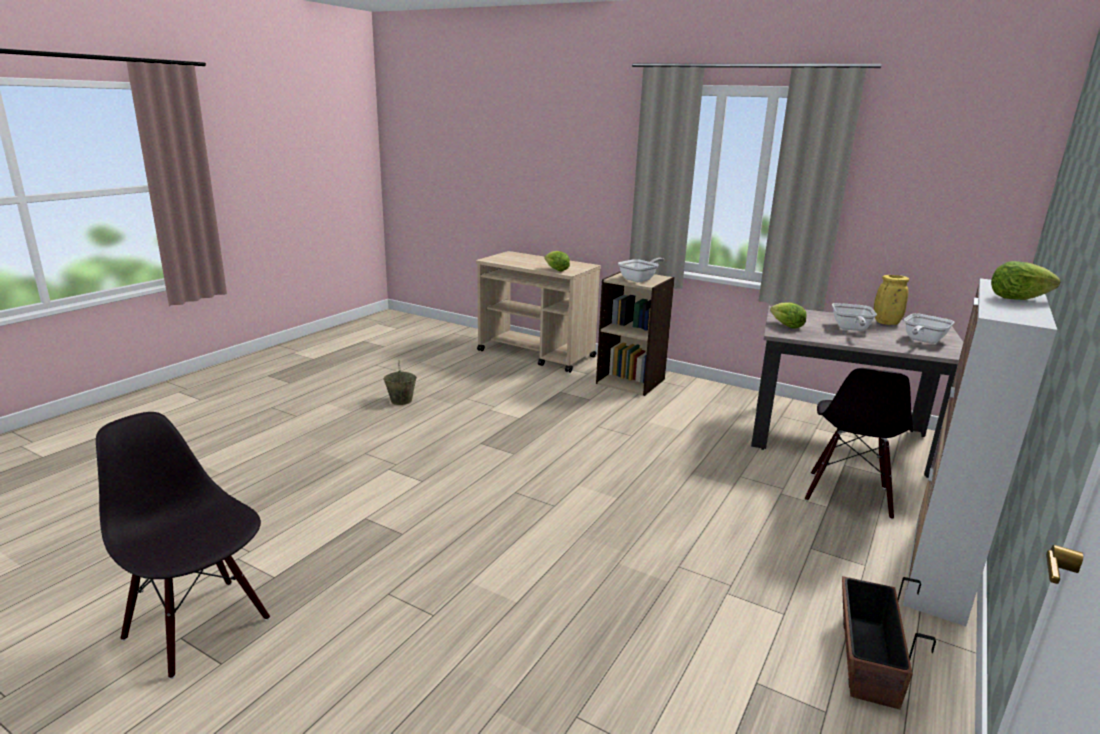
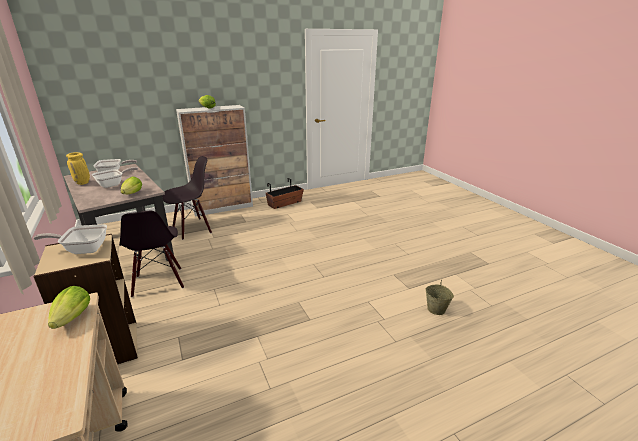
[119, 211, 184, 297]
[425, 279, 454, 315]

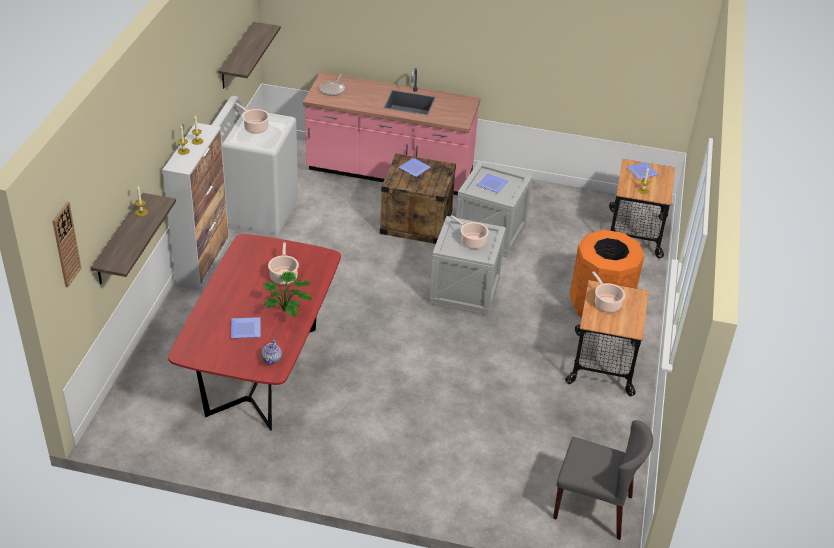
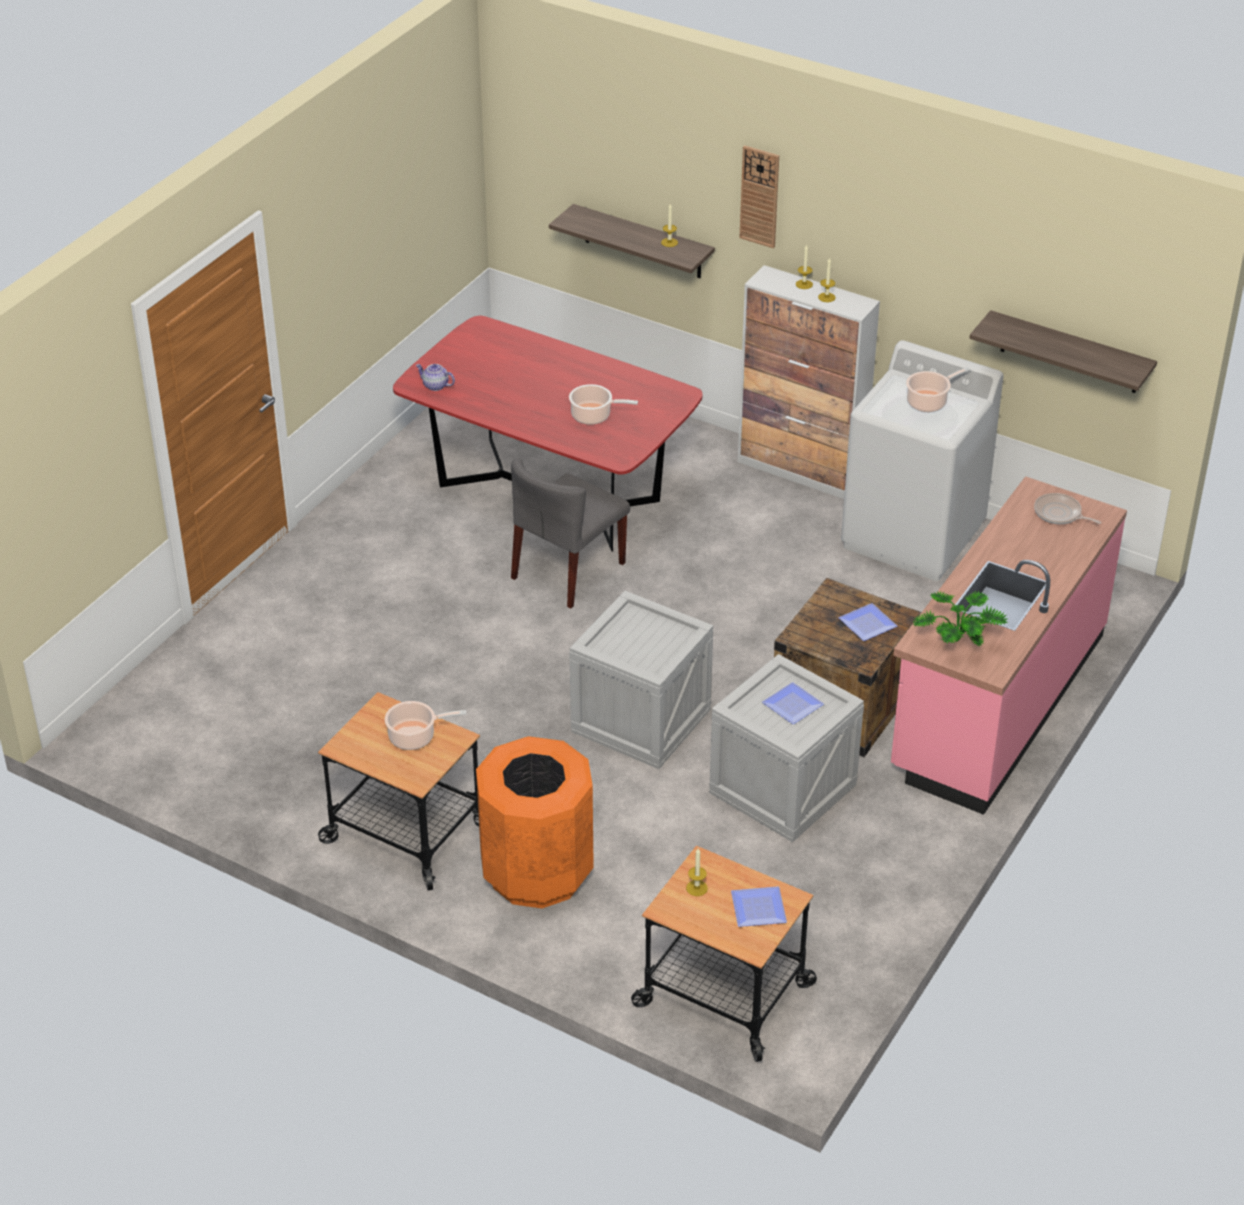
[511, 458, 630, 609]
[739, 145, 779, 248]
[913, 591, 1008, 647]
[231, 317, 261, 338] (first image)
[450, 215, 489, 249] (first image)

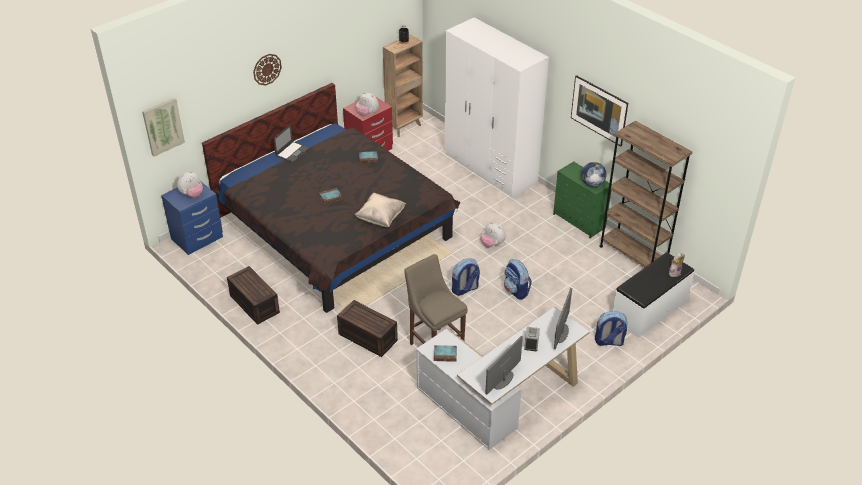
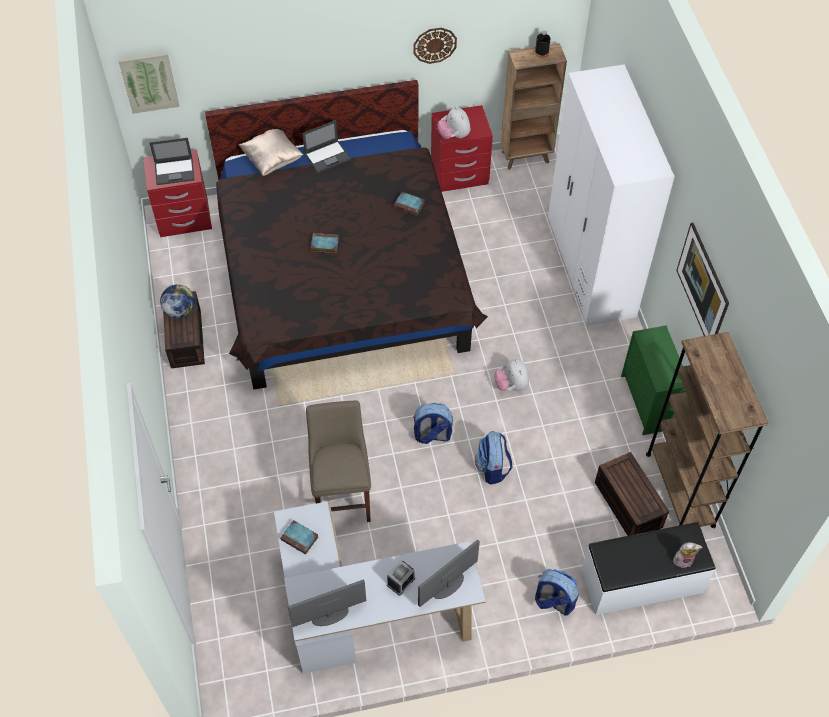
[143, 149, 212, 237]
[149, 138, 195, 185]
[160, 284, 195, 319]
[239, 129, 304, 176]
[413, 28, 457, 64]
[595, 452, 669, 536]

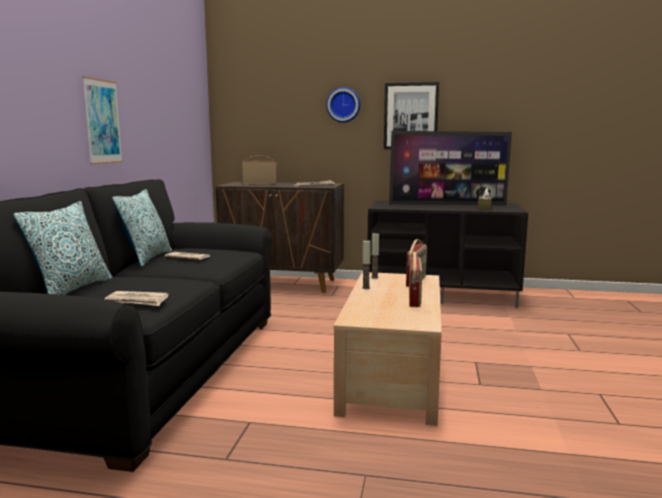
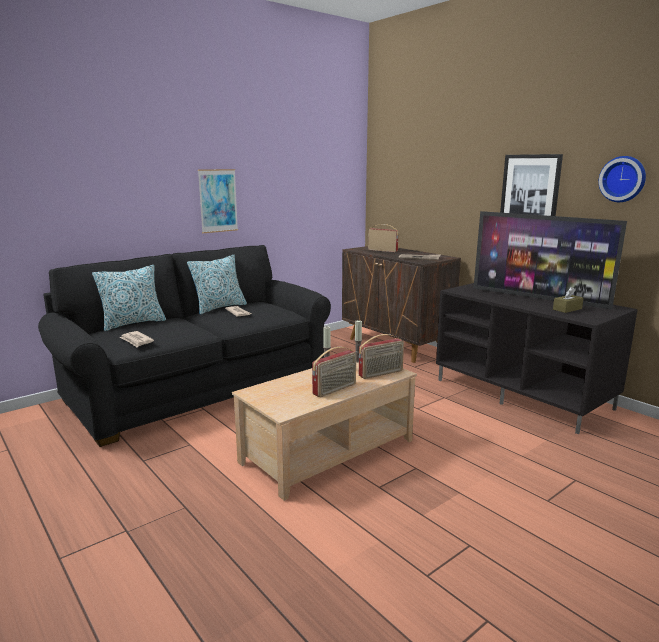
[598, 156, 646, 202]

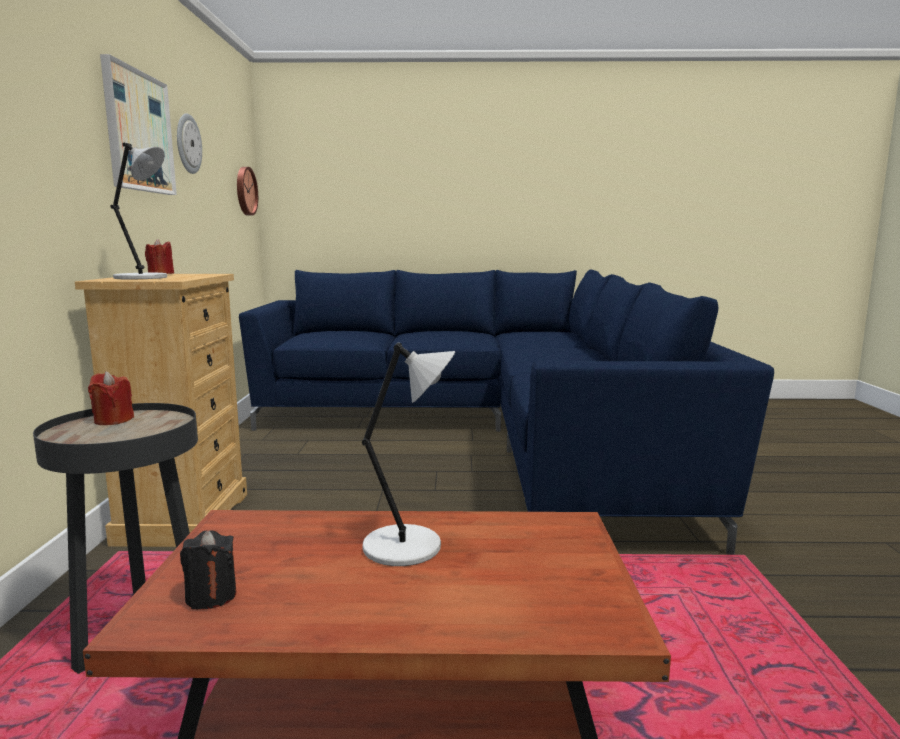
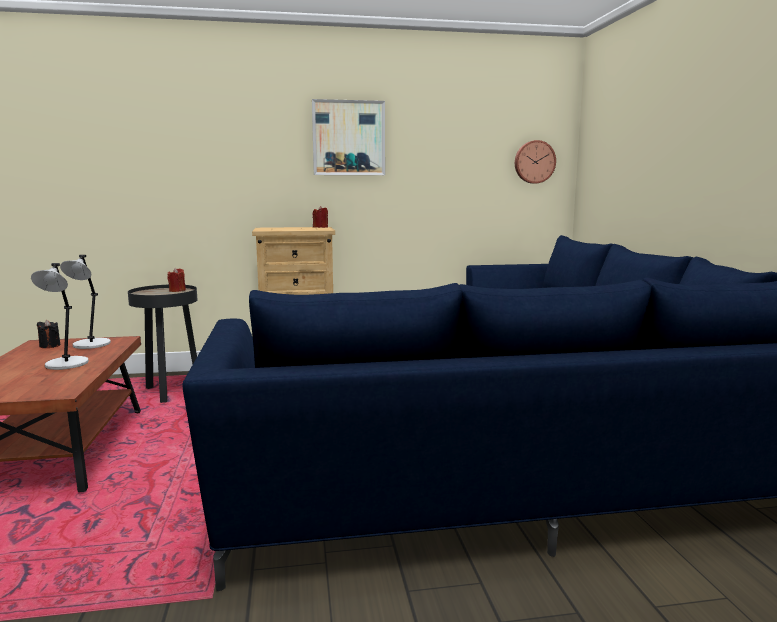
[60, 255, 111, 349]
[177, 113, 202, 174] (first image)

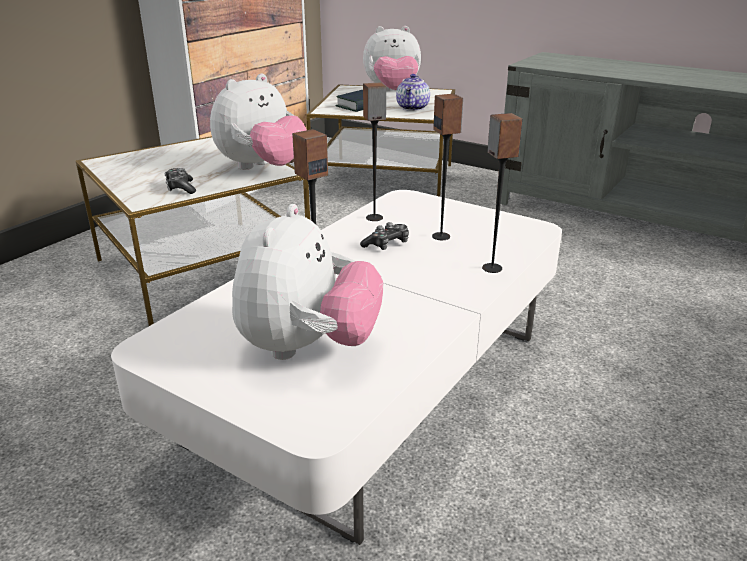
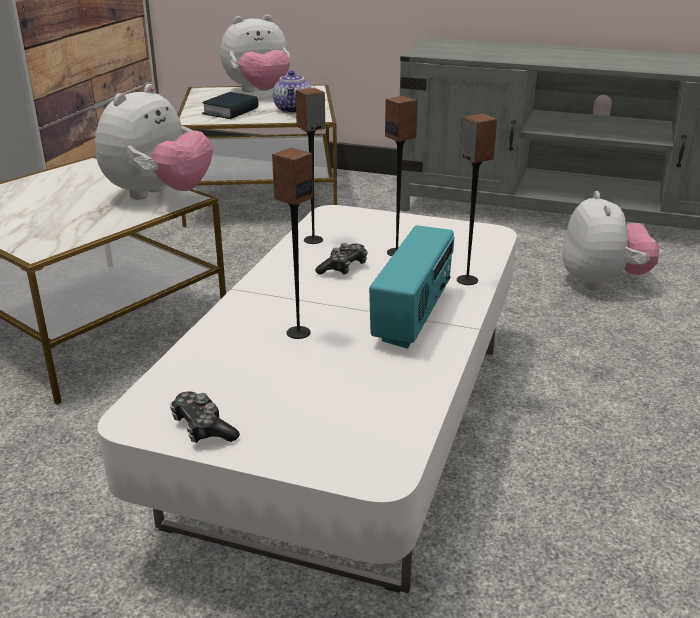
[170, 391, 240, 443]
[369, 225, 455, 349]
[562, 191, 659, 290]

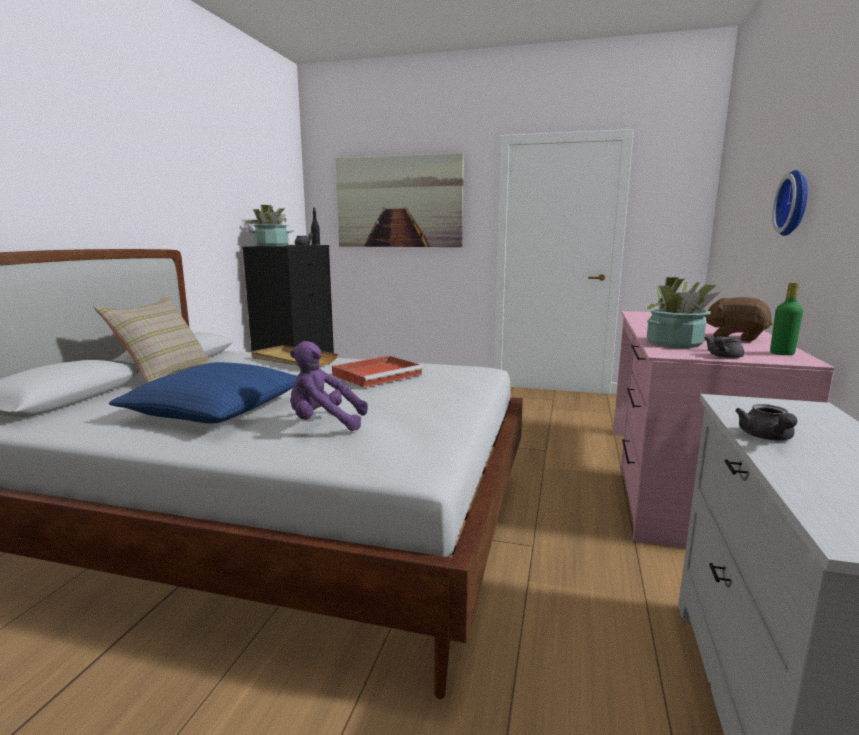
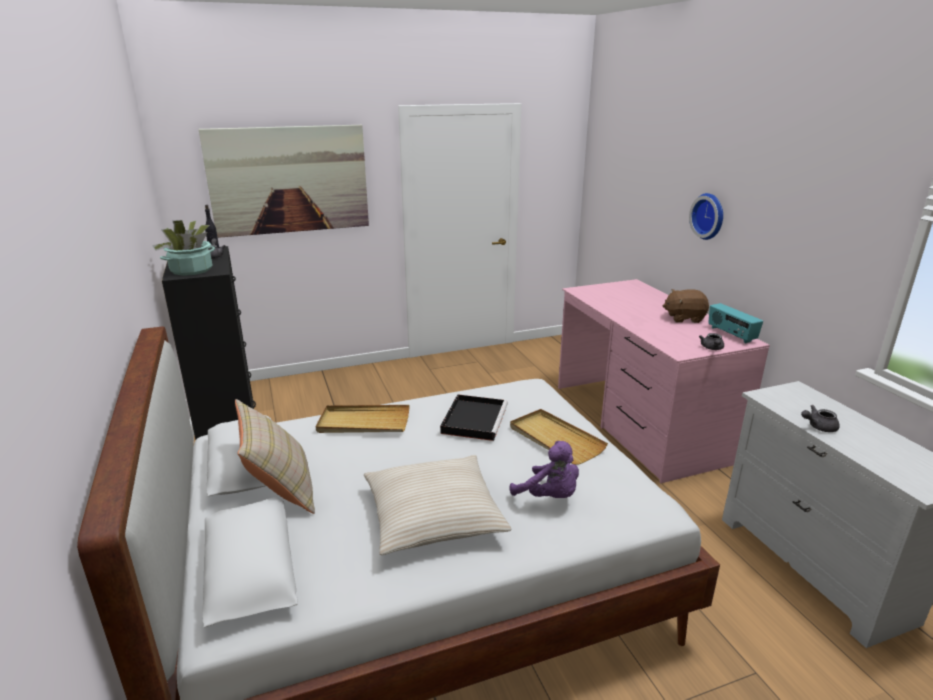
[364, 455, 511, 555]
[440, 394, 508, 441]
[510, 409, 608, 465]
[510, 441, 579, 498]
[708, 303, 763, 343]
[801, 405, 839, 432]
[646, 277, 720, 348] (first image)

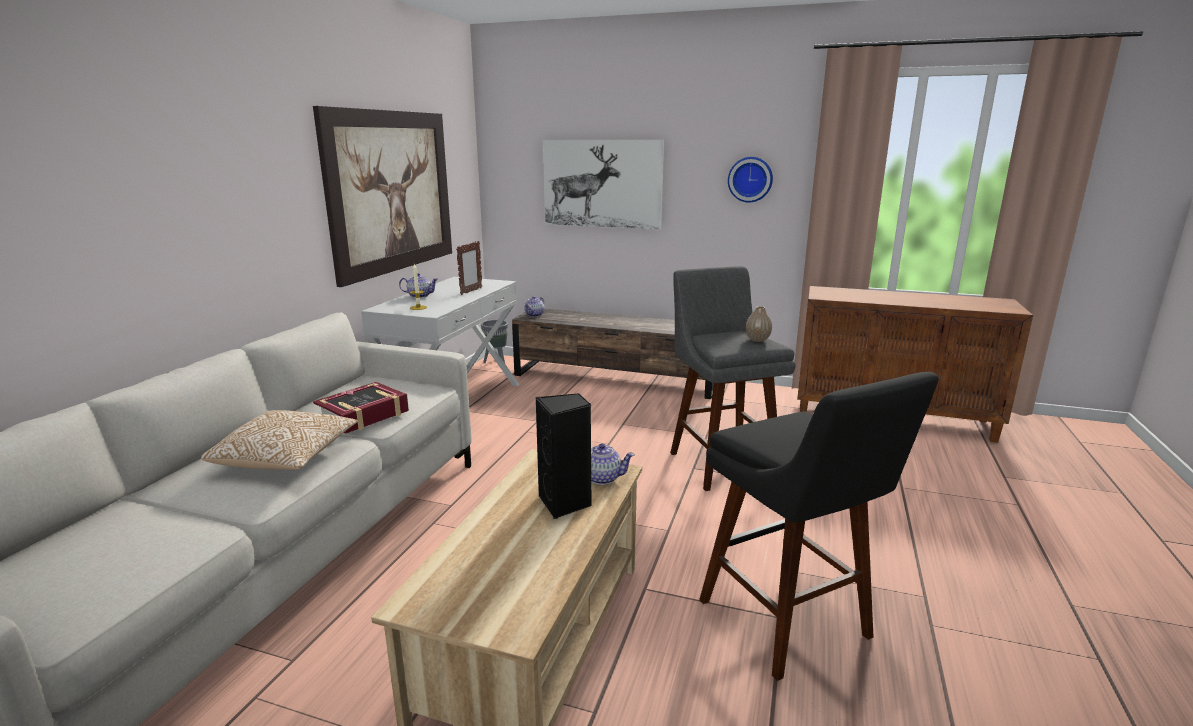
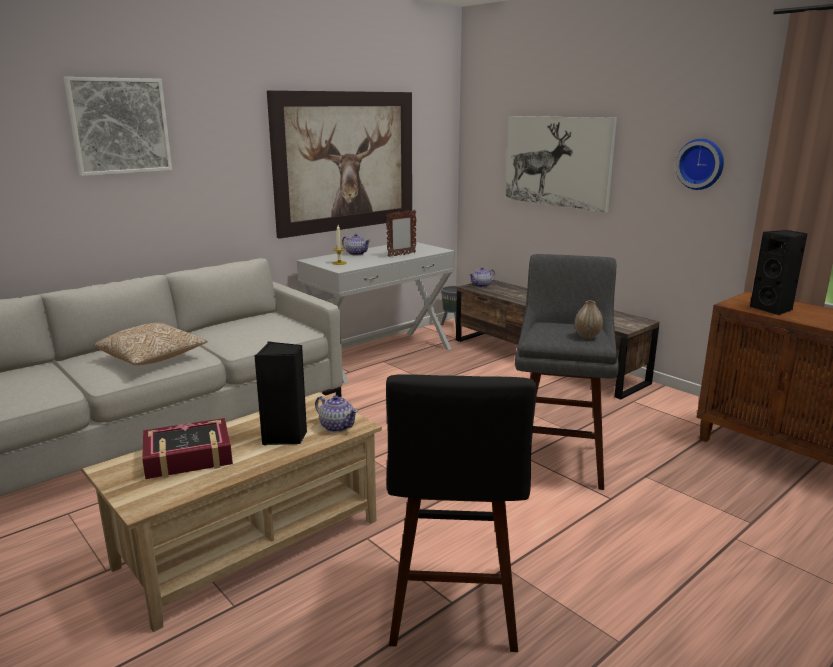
[64, 77, 172, 176]
[142, 418, 233, 479]
[750, 230, 807, 315]

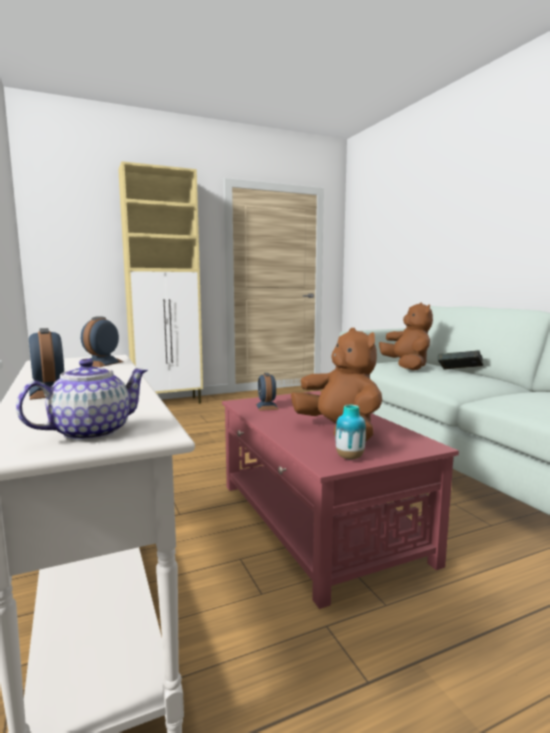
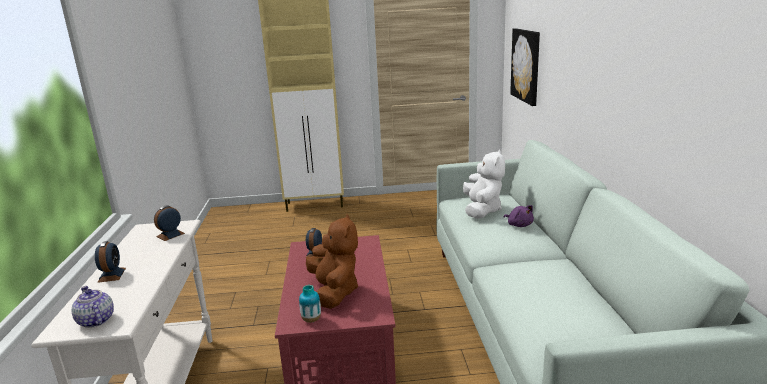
[72, 286, 114, 328]
[463, 149, 505, 219]
[504, 205, 534, 227]
[510, 28, 540, 106]

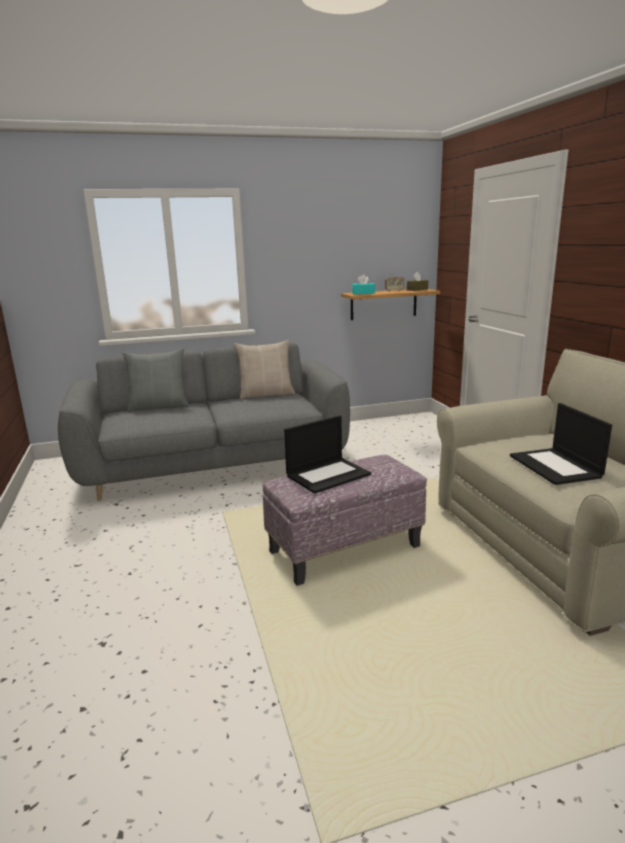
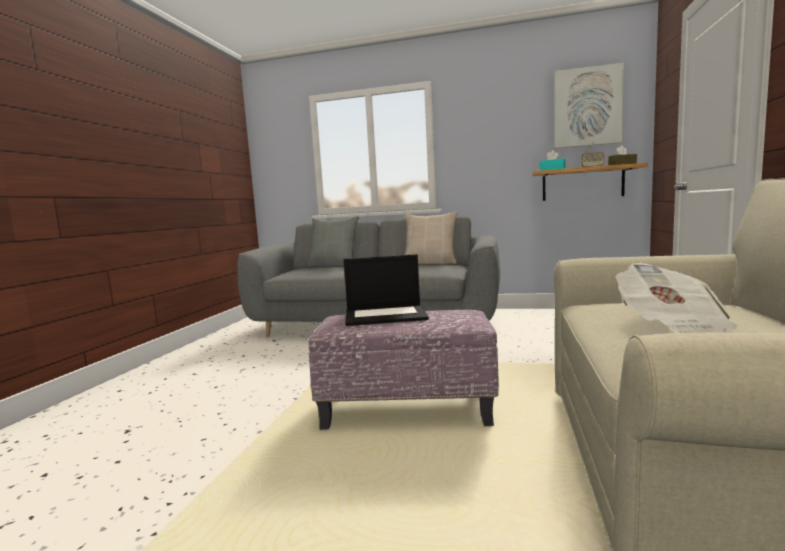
[555, 63, 624, 148]
[616, 263, 738, 333]

